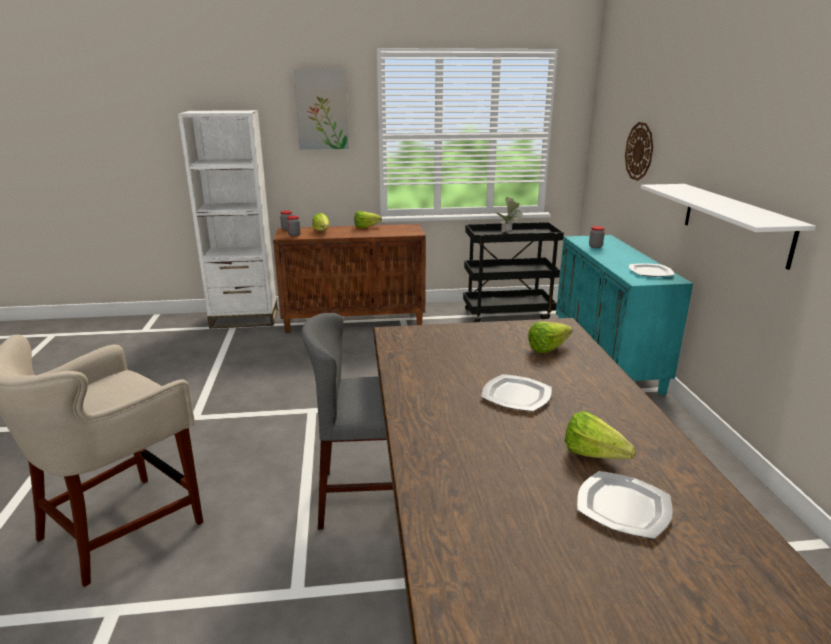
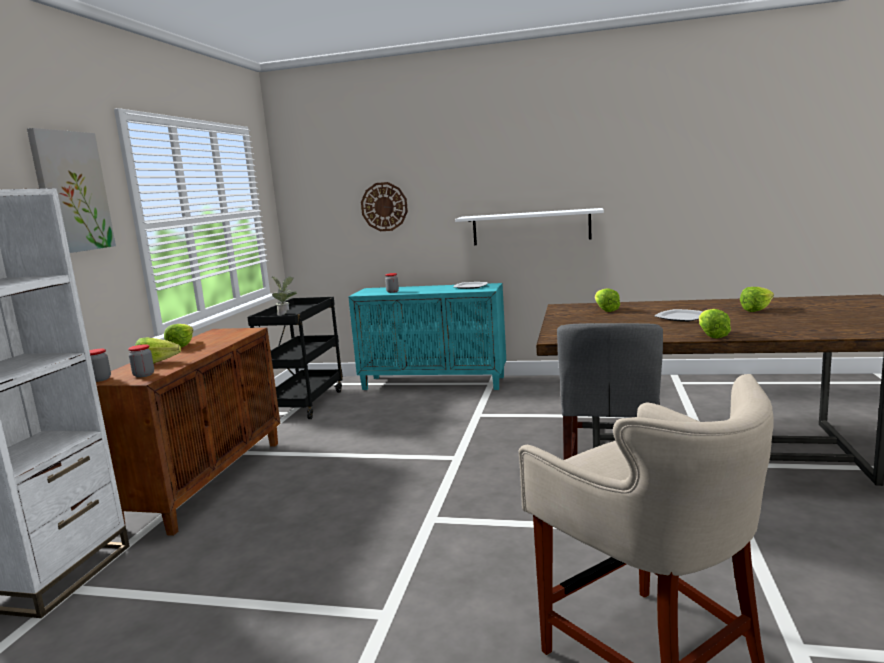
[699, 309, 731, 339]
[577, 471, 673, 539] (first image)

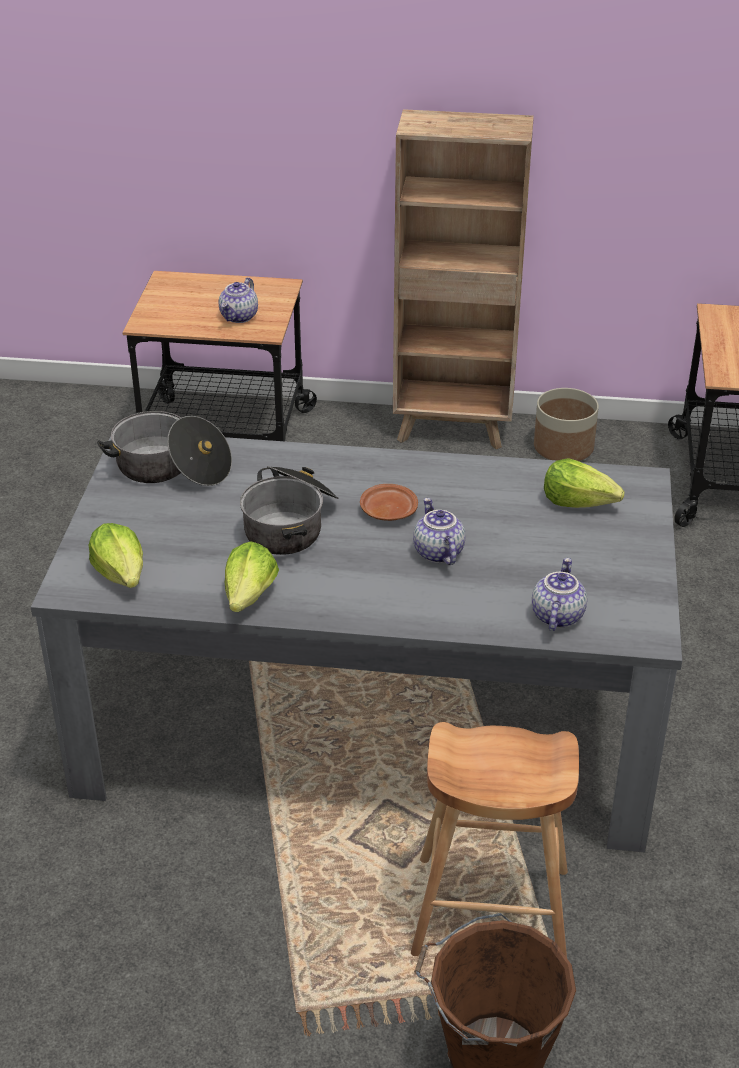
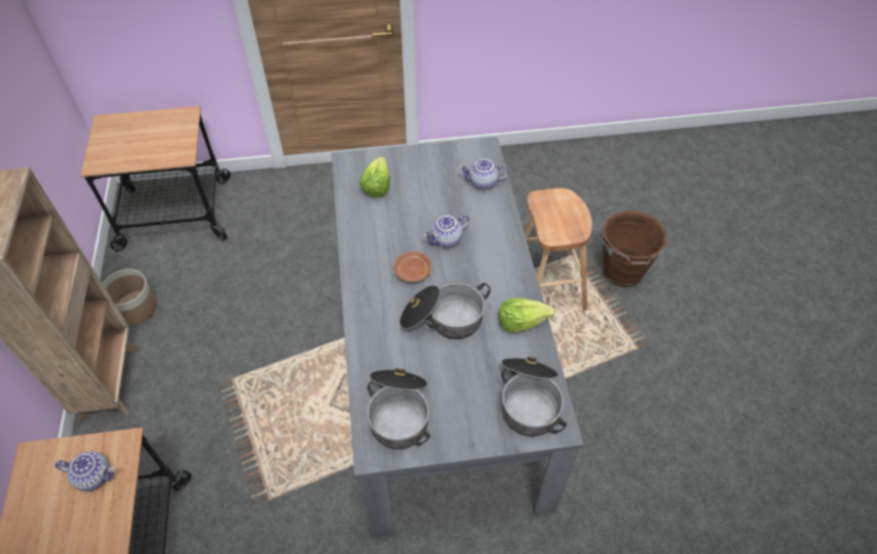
[501, 357, 567, 437]

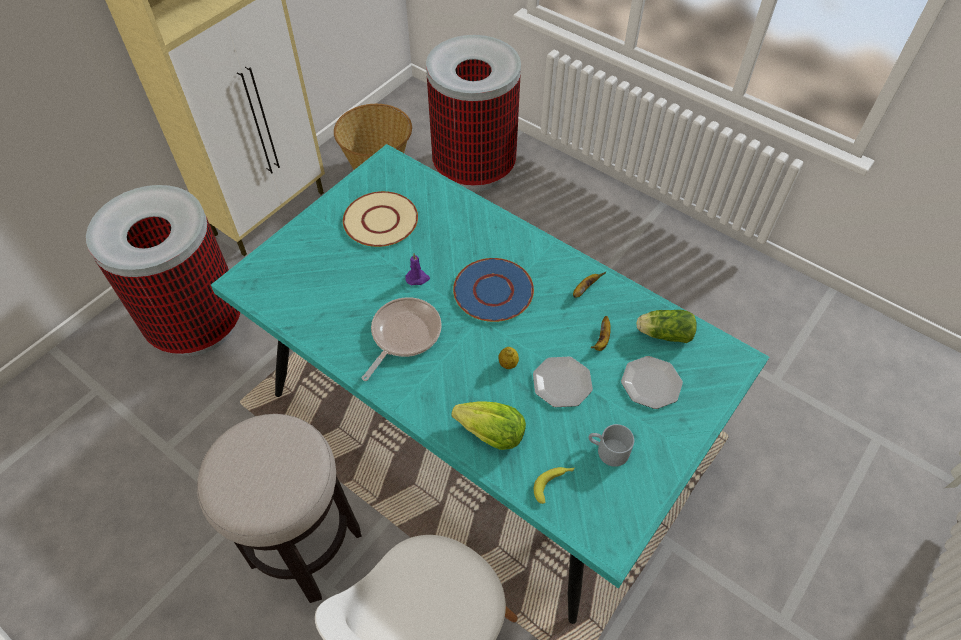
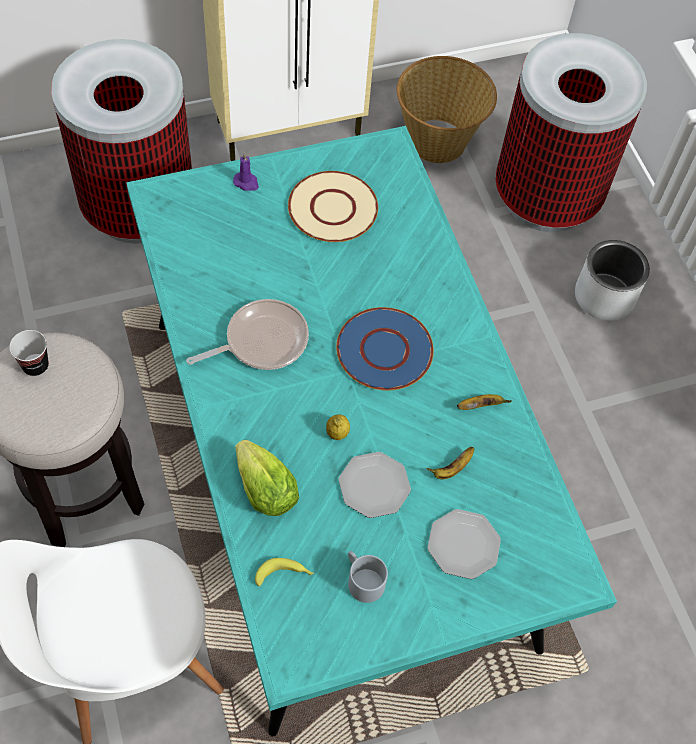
[9, 330, 49, 377]
[233, 153, 259, 191]
[575, 240, 650, 321]
[636, 310, 697, 343] (first image)

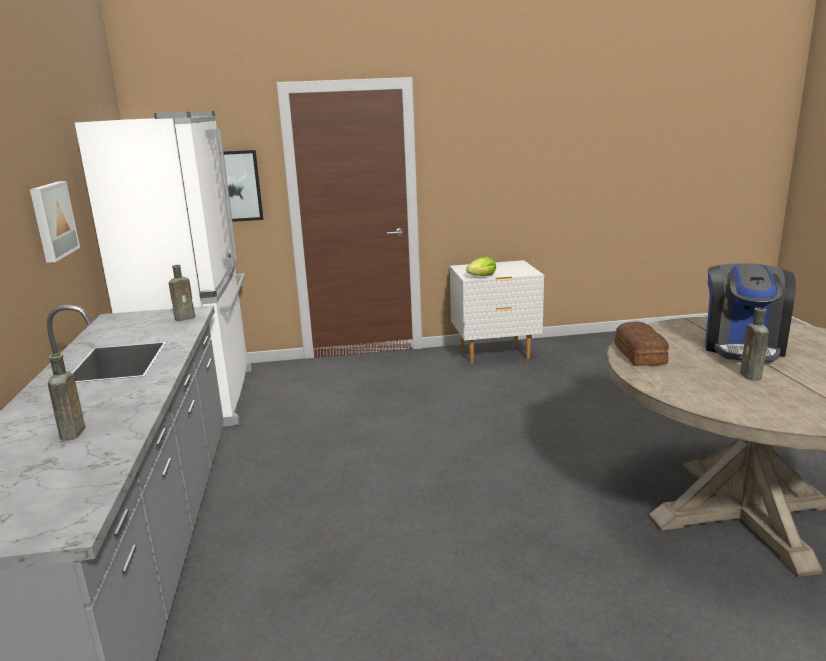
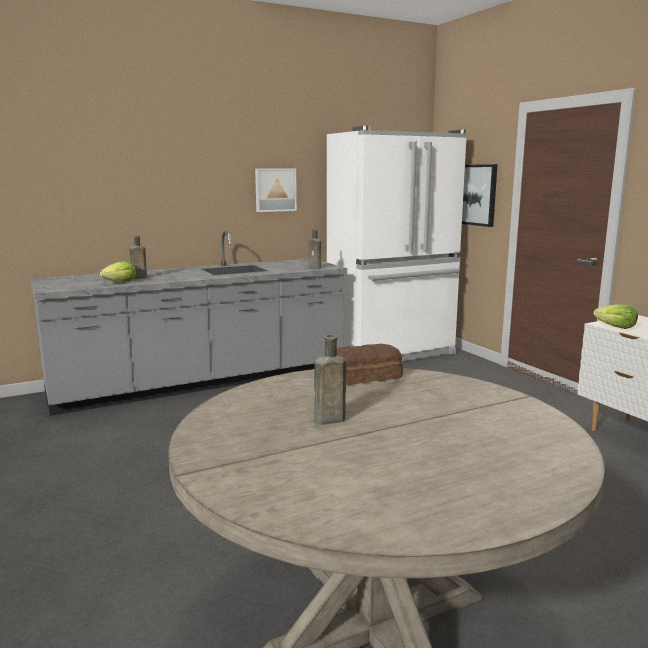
[100, 261, 136, 282]
[705, 263, 796, 362] (first image)

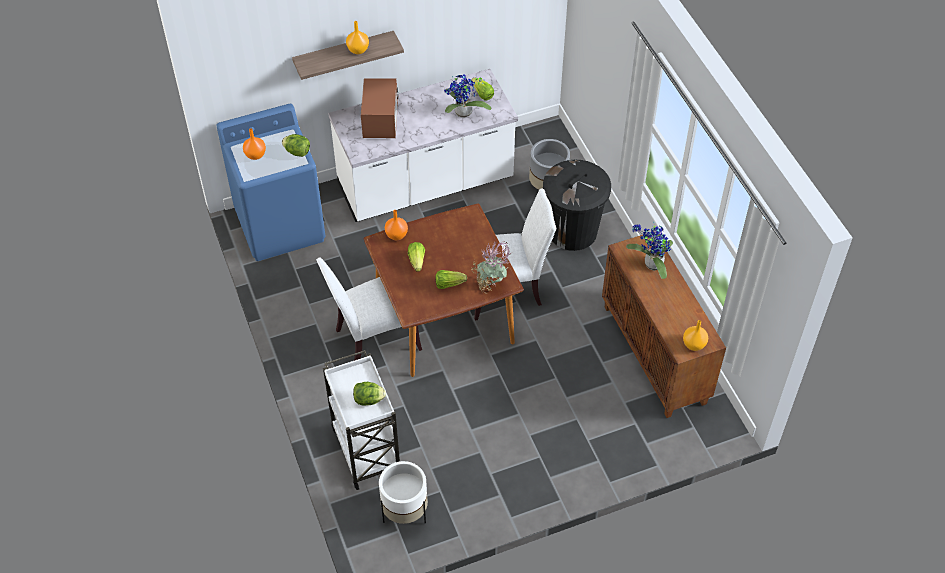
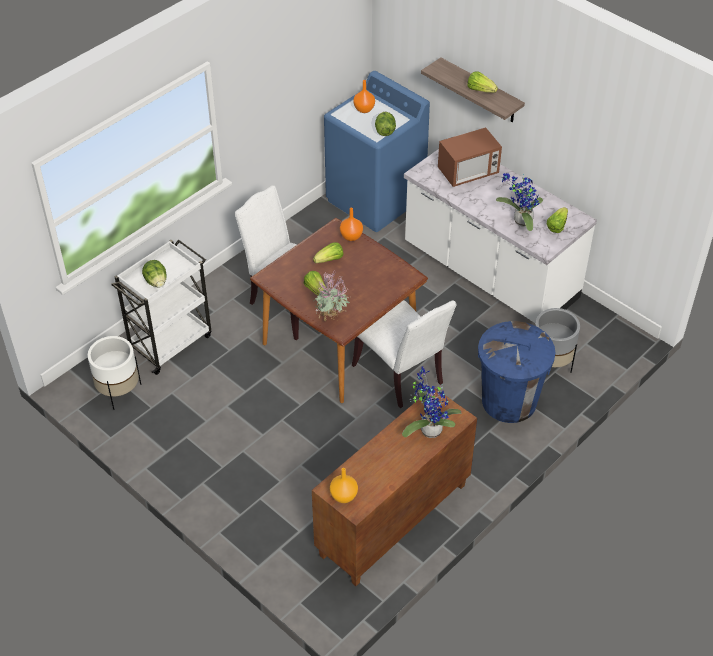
[467, 71, 498, 93]
[478, 321, 555, 423]

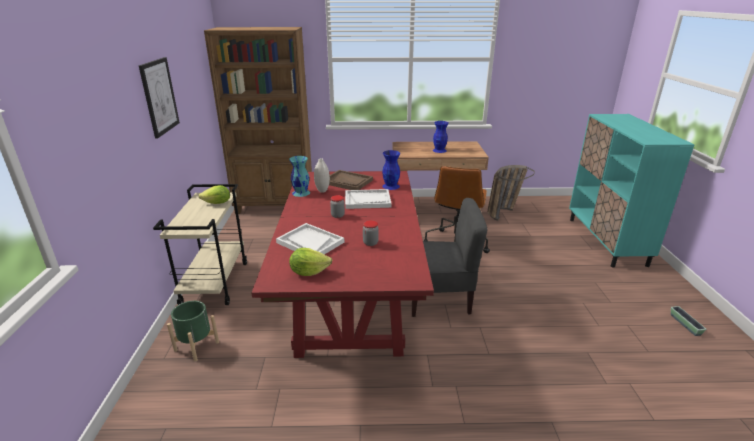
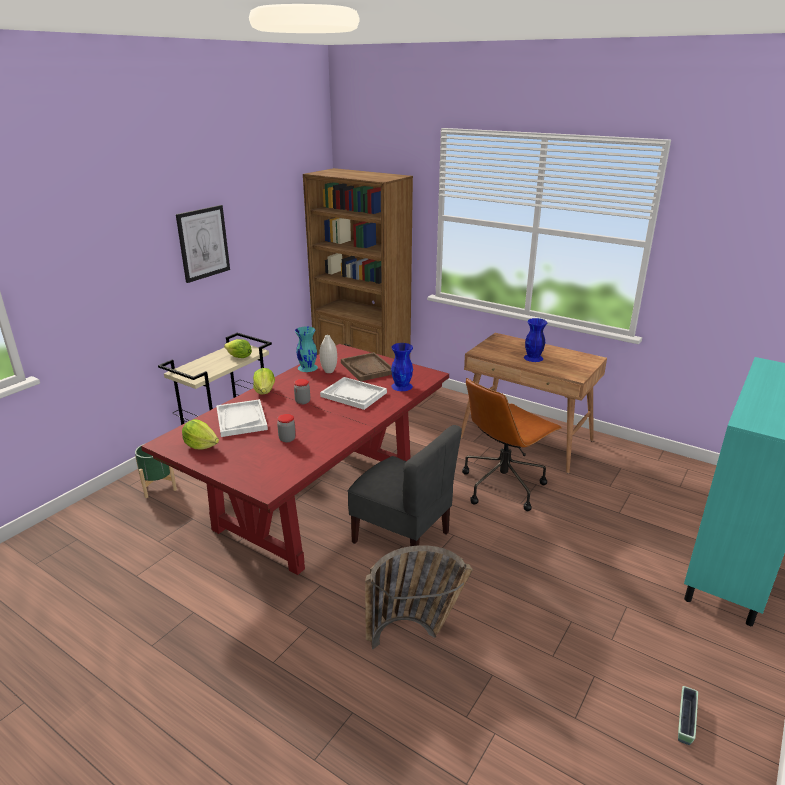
[253, 368, 275, 395]
[365, 545, 473, 650]

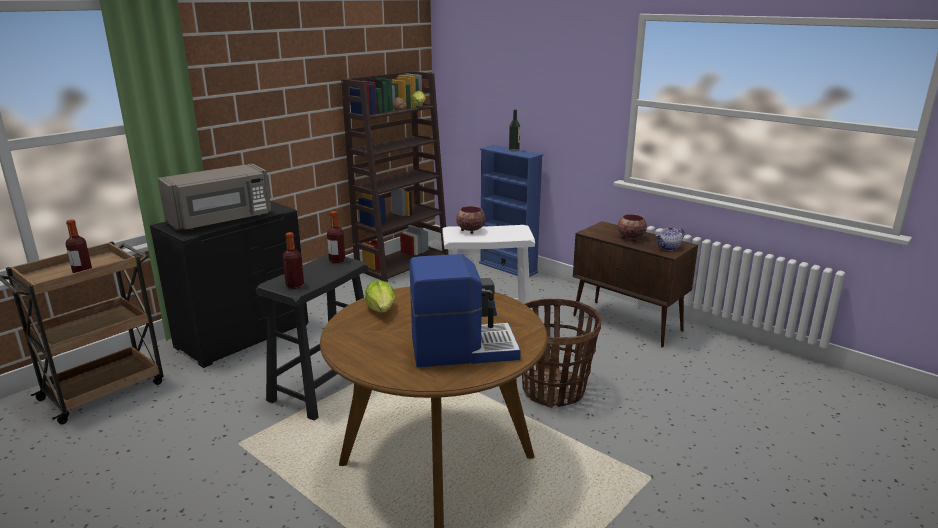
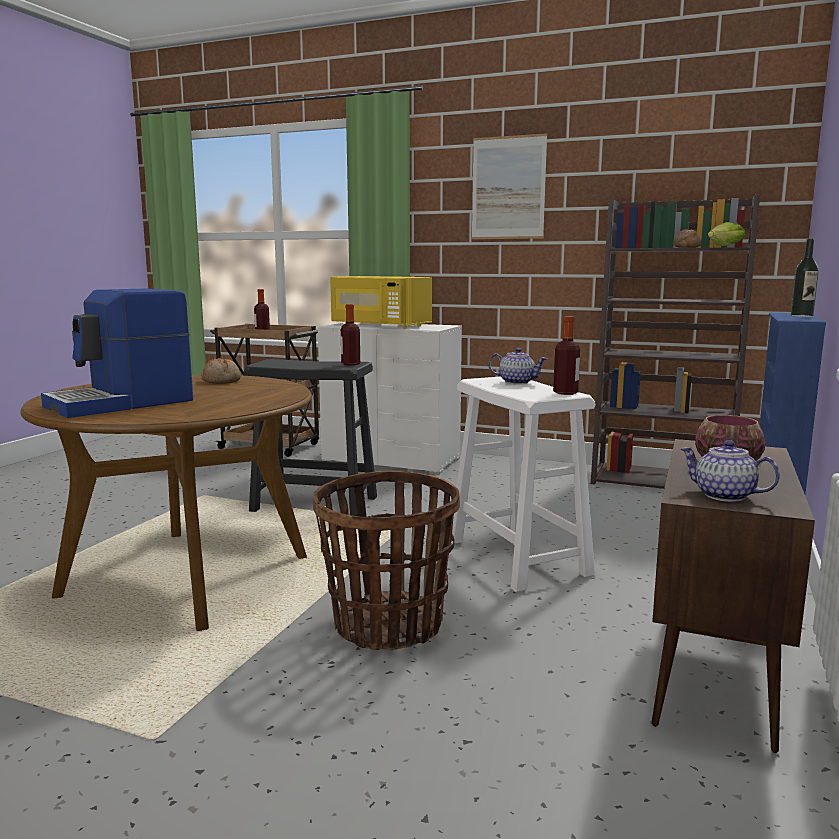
[41, 288, 193, 418]
[201, 357, 241, 384]
[318, 322, 462, 475]
[330, 276, 432, 329]
[472, 133, 547, 239]
[488, 348, 548, 384]
[553, 316, 580, 395]

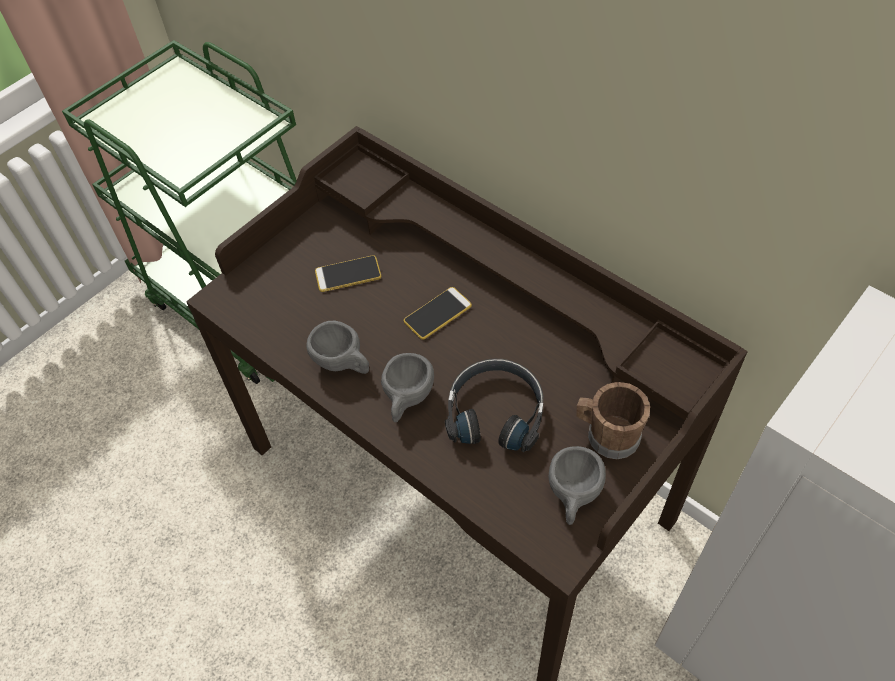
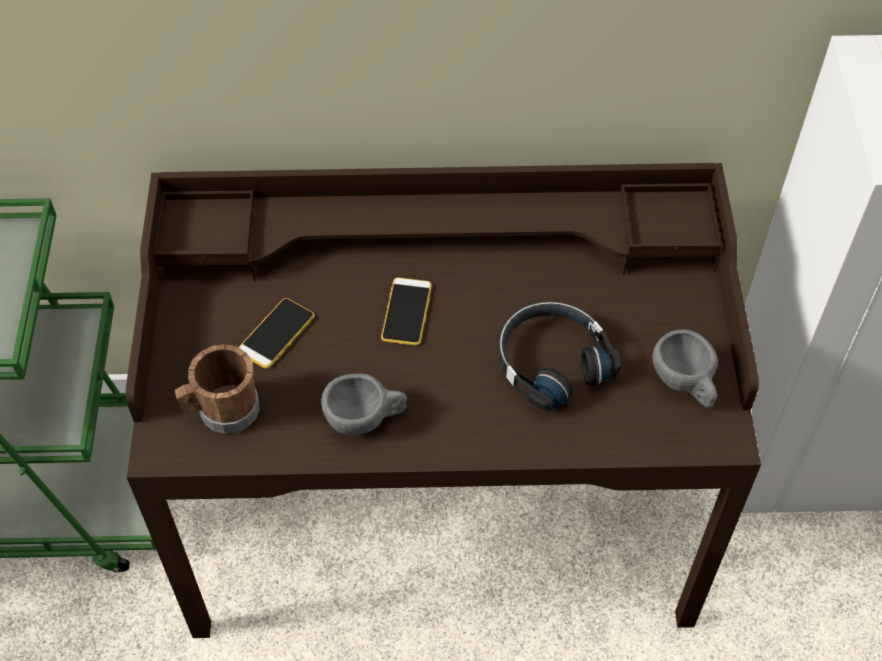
[174, 344, 260, 434]
[381, 353, 434, 422] (first image)

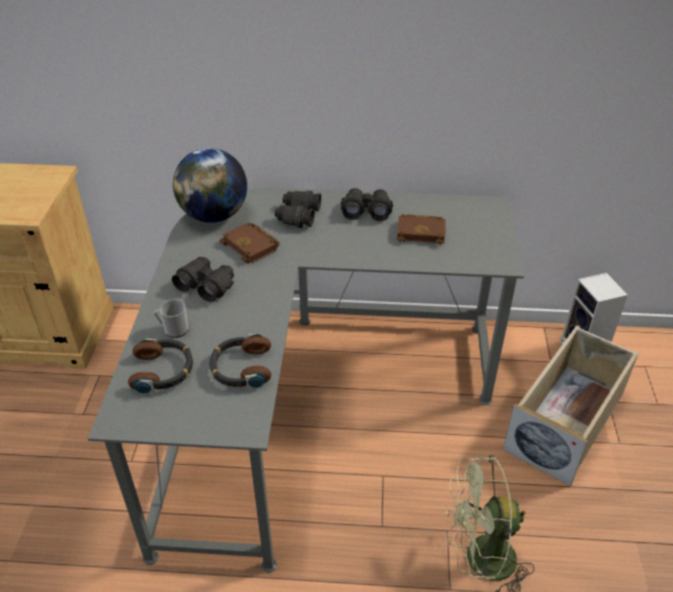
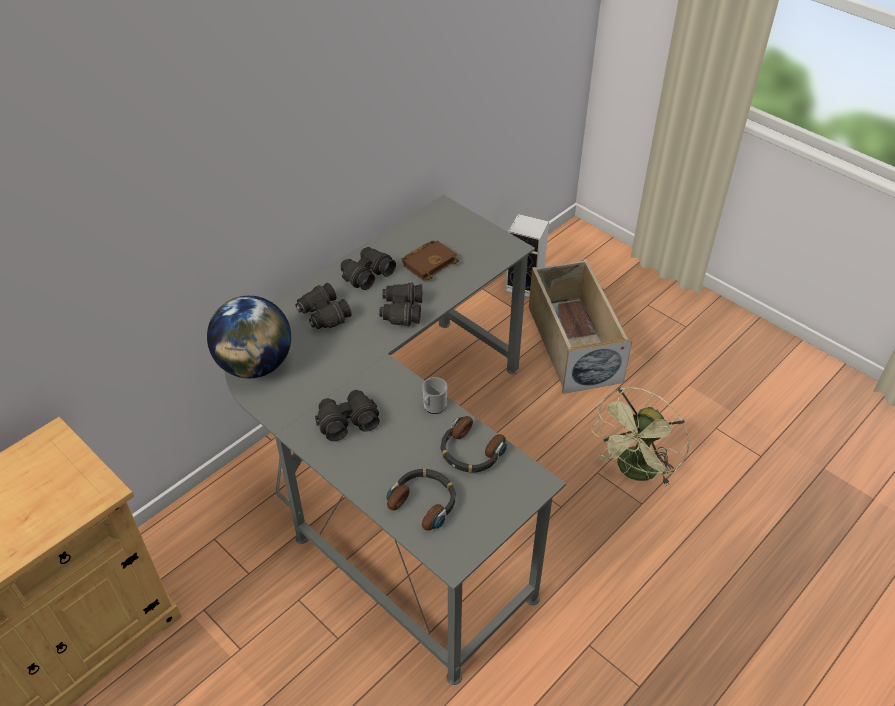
[379, 282, 422, 326]
[422, 377, 448, 414]
[219, 223, 280, 263] (first image)

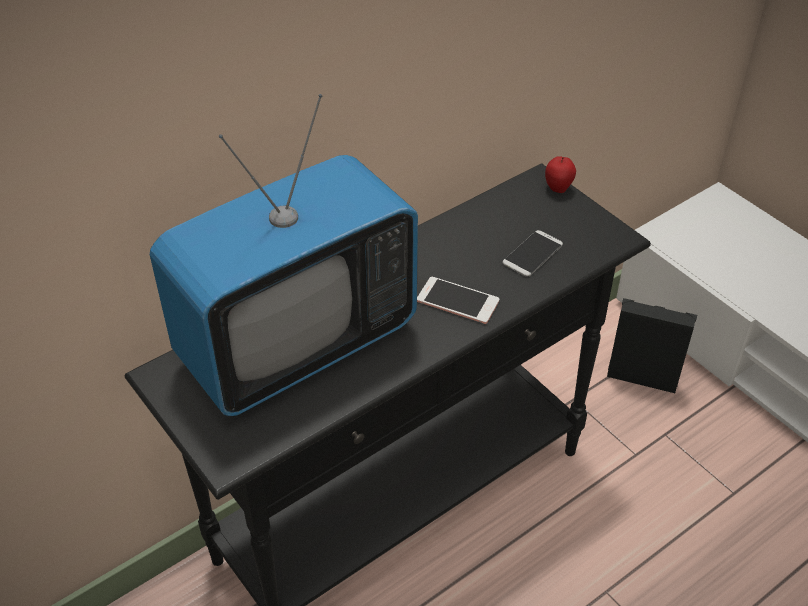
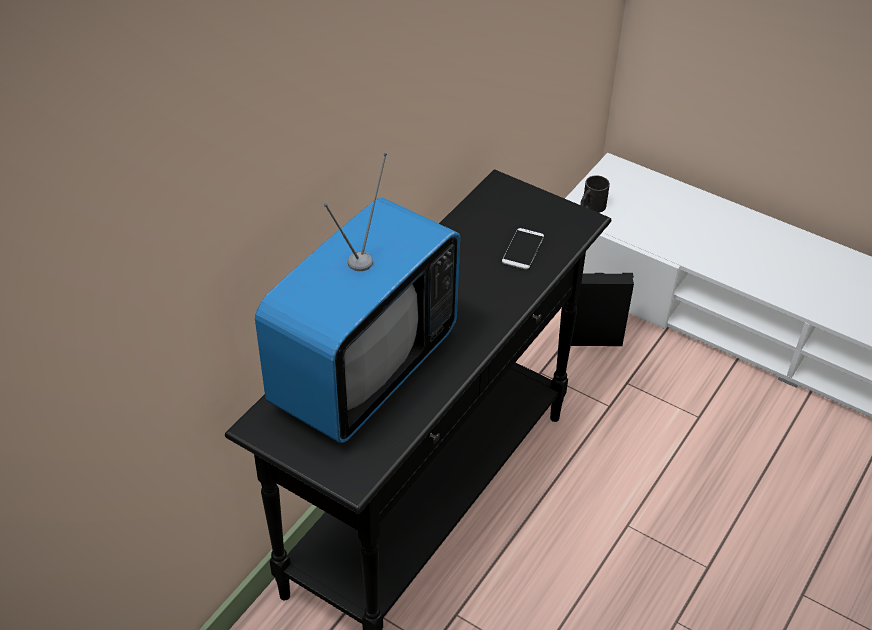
[580, 175, 610, 213]
[417, 277, 499, 324] (first image)
[545, 156, 576, 193] (first image)

